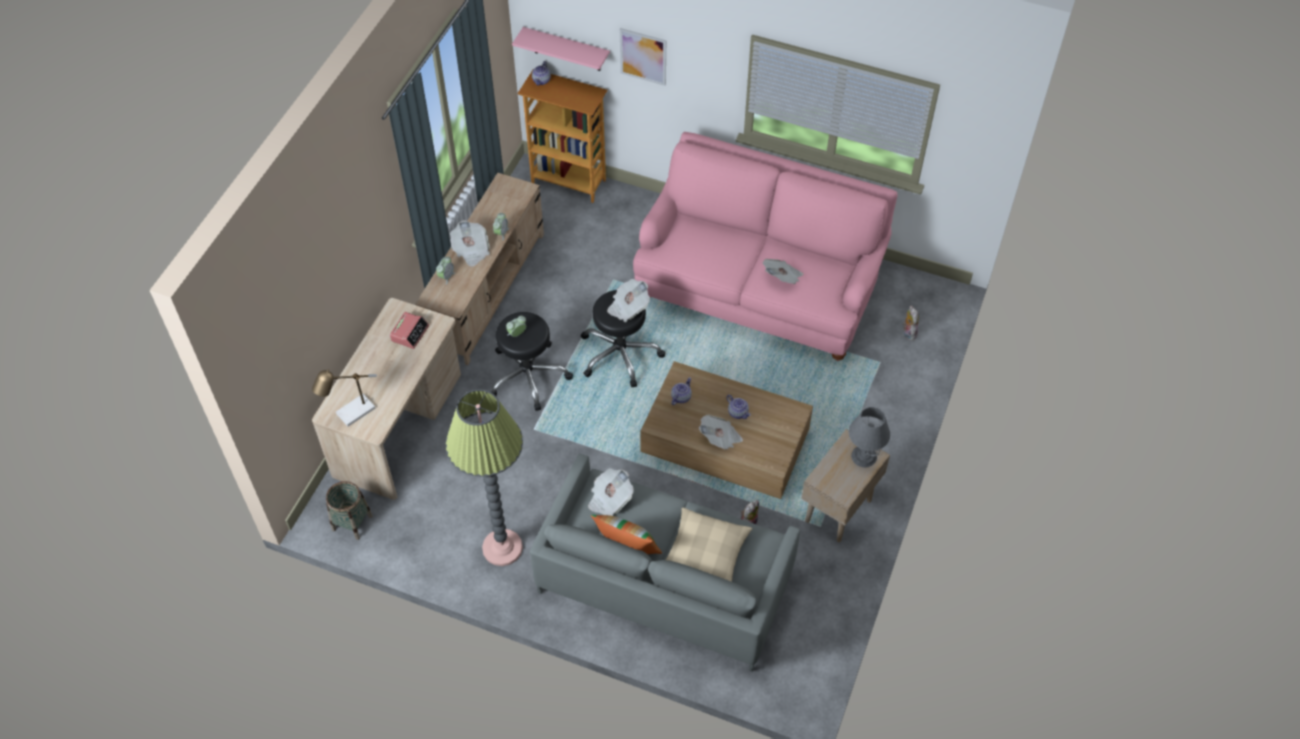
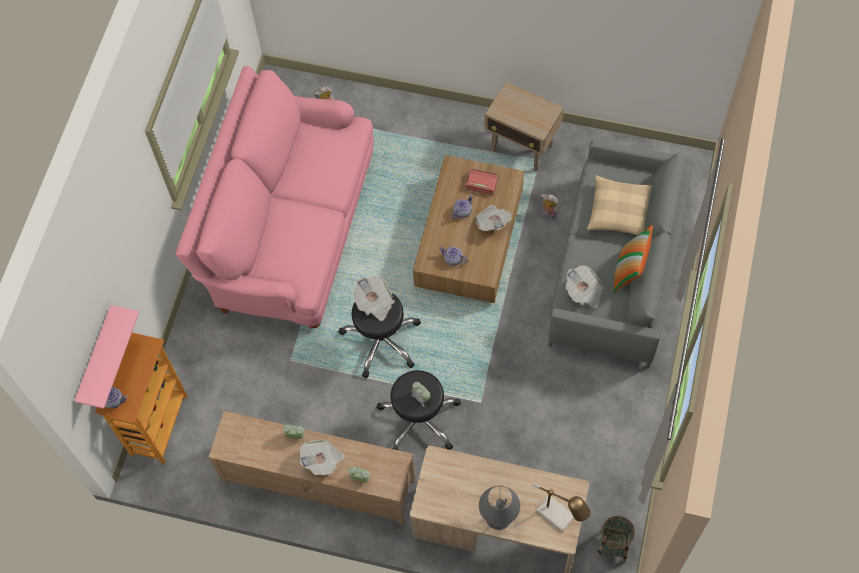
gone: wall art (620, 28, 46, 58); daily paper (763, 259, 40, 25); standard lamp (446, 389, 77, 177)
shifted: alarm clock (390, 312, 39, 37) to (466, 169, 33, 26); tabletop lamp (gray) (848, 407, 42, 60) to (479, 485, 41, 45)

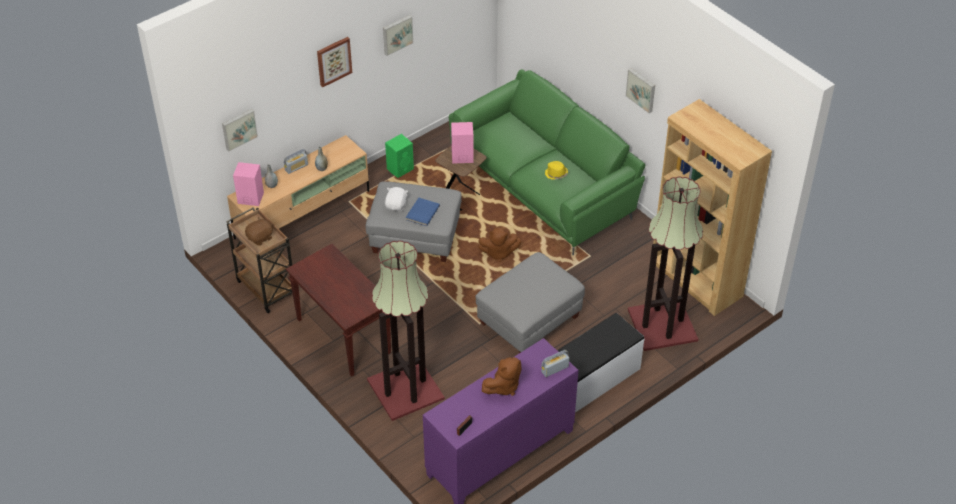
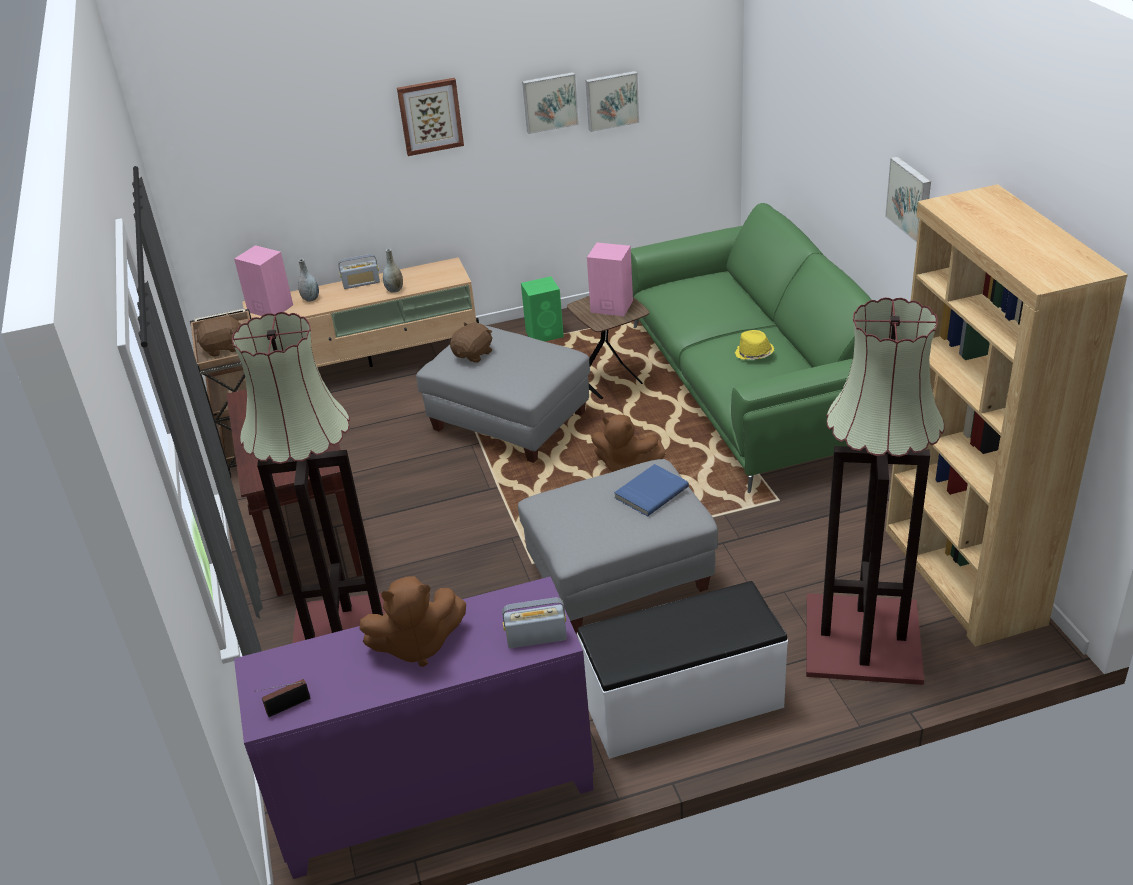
shifted: wall art (222, 109, 36, 43) to (586, 71, 53, 61); bound book (blue) (406, 198, 34, 28) to (614, 464, 75, 53)
repainted: plush toy (white-coloured) (385, 187, 23, 24) to plush toy (brownish) (450, 322, 42, 41)

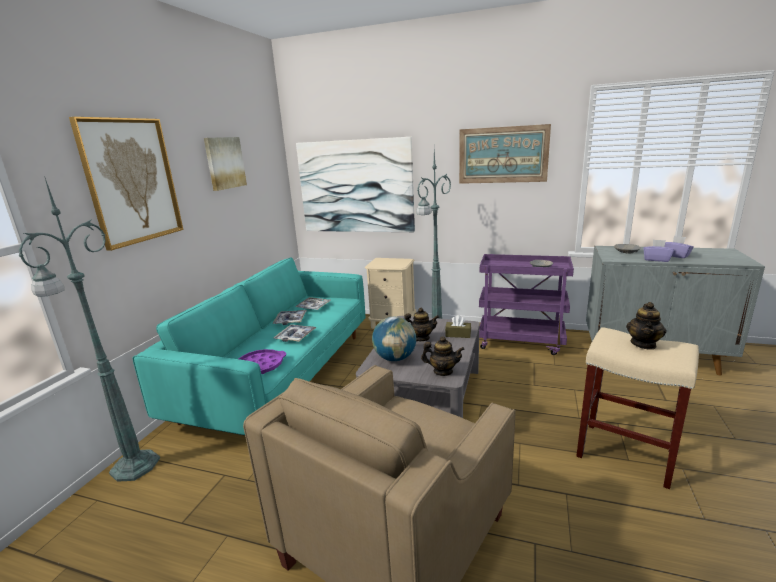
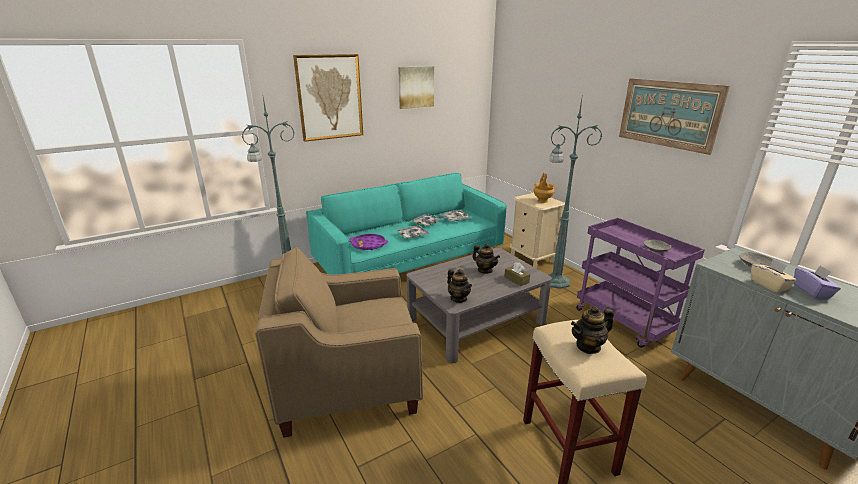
gone: wall art (296, 137, 119, 95); world globe (372, 317, 44, 44)
new: vase (brownish) (533, 173, 22, 30)
repainted: tissue holder (purplish) (643, 240, 31, 22) to tissue holder (beige) (751, 259, 46, 34)

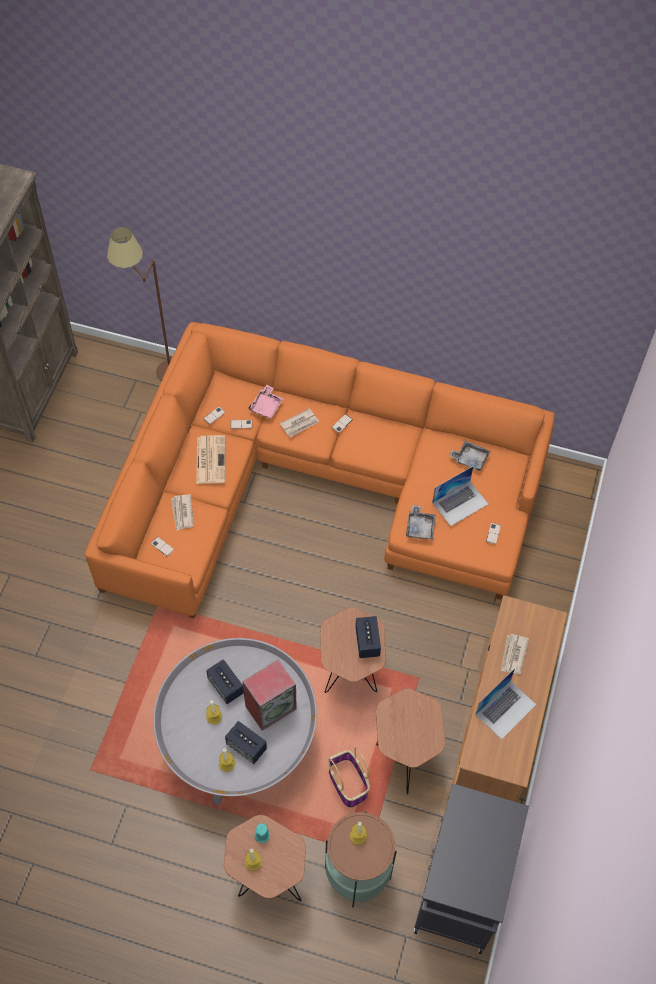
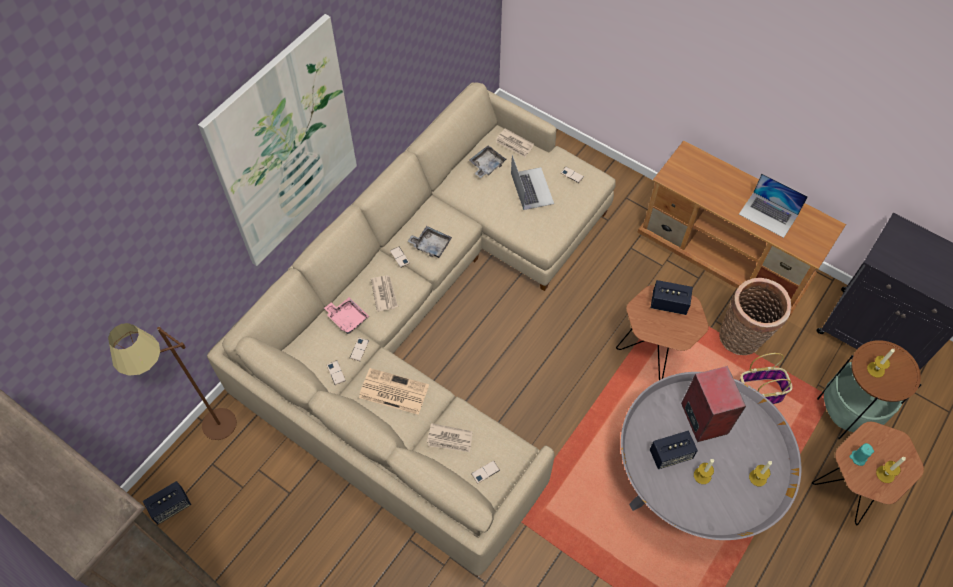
new: wall art (198, 14, 159, 252)
shifted: tray (gray) (406, 505, 30, 35) to (407, 226, 45, 32); daily paper (501, 634, 28, 40) to (496, 128, 38, 29); audio speaker (225, 721, 42, 43) to (143, 481, 48, 44)
swapped: side table (brownish) (376, 688, 69, 107) to household basket (719, 278, 72, 77)
repainted: couch (orangey) (85, 322, 469, 296) to couch (beige) (207, 82, 409, 495)
rotated: notebook computer (475, 668, 62, 71) = (739, 174, 69, 64) 150 degrees clockwise

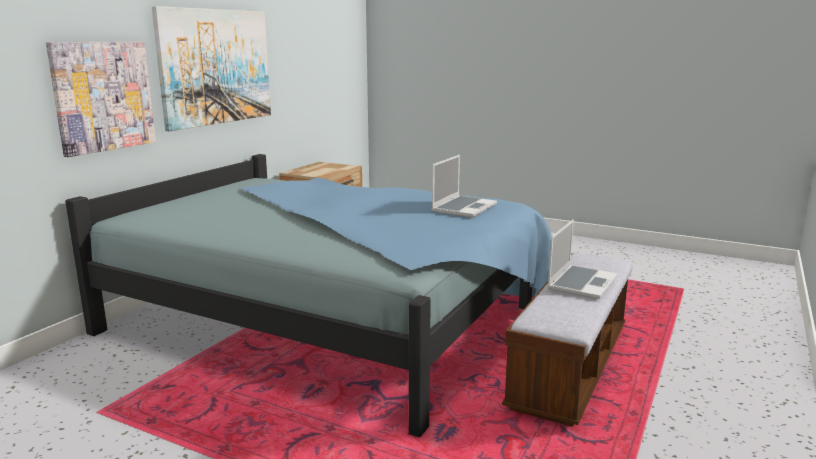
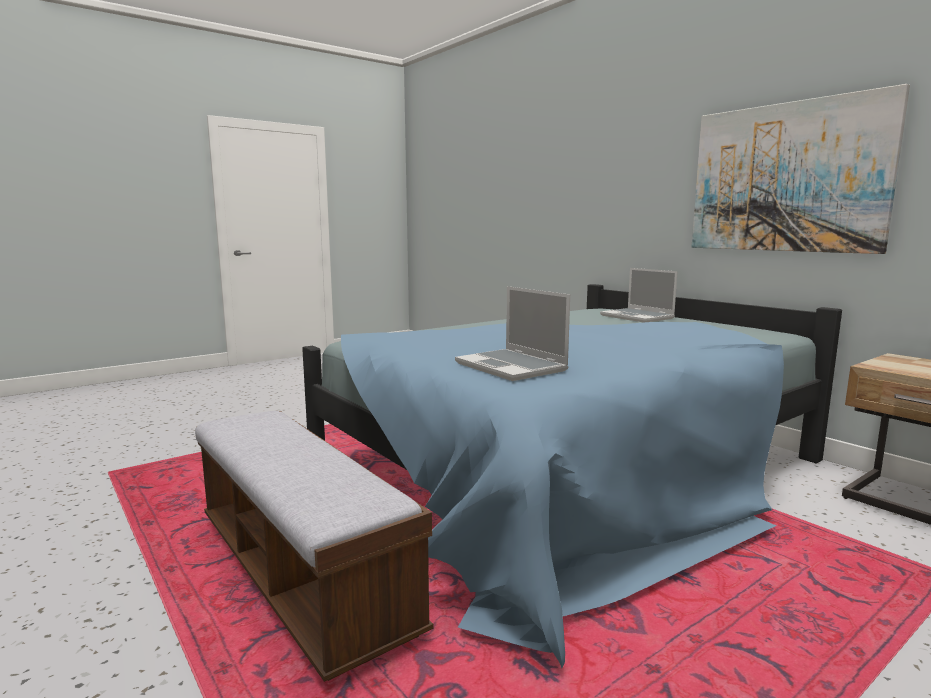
gone: wall art (46, 41, 110, 116)
shifted: notebook computer (547, 220, 71, 79) to (600, 268, 78, 54)

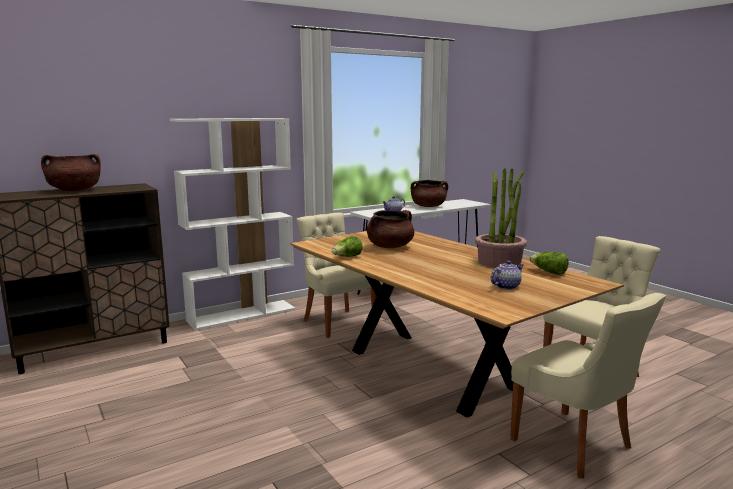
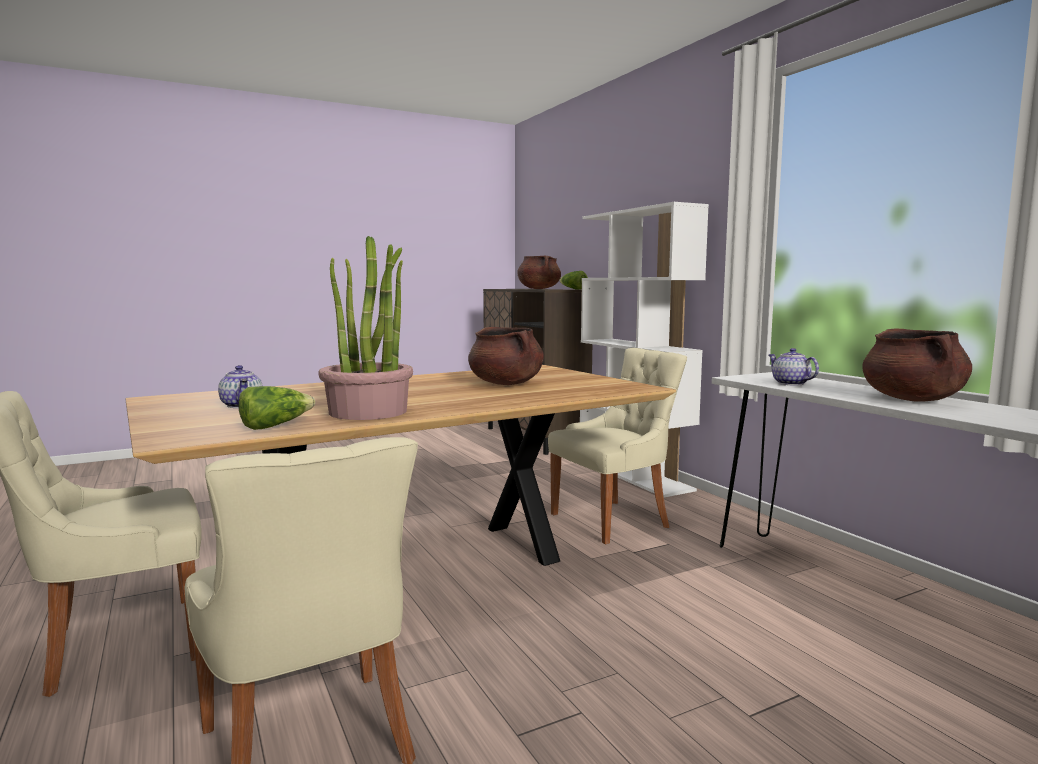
shifted: lettuce (332, 236, 31, 21) to (559, 271, 29, 19)

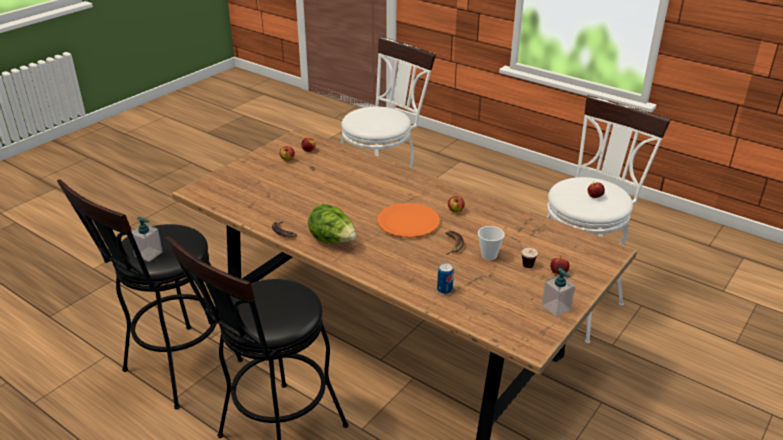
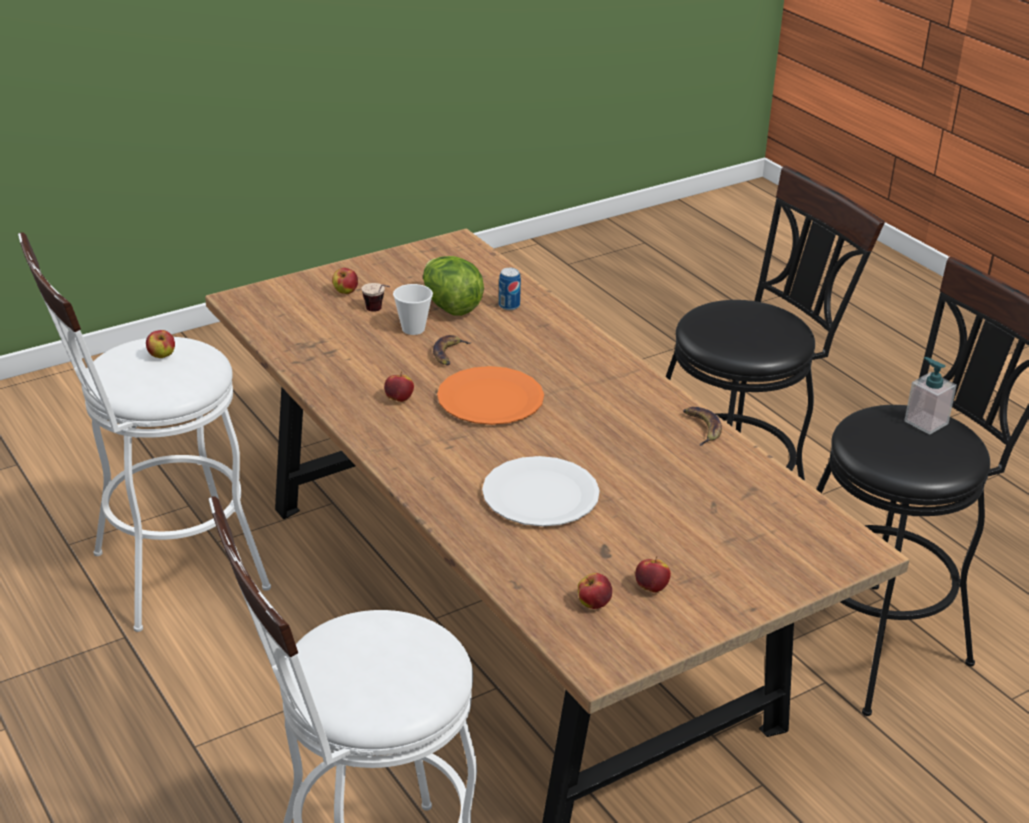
gone: liquid soap bottle (542, 268, 33, 49)
new: dinner plate (white-coloured) (482, 456, 118, 71)
shifted: lettuce (308, 204, 49, 40) to (423, 256, 61, 60)

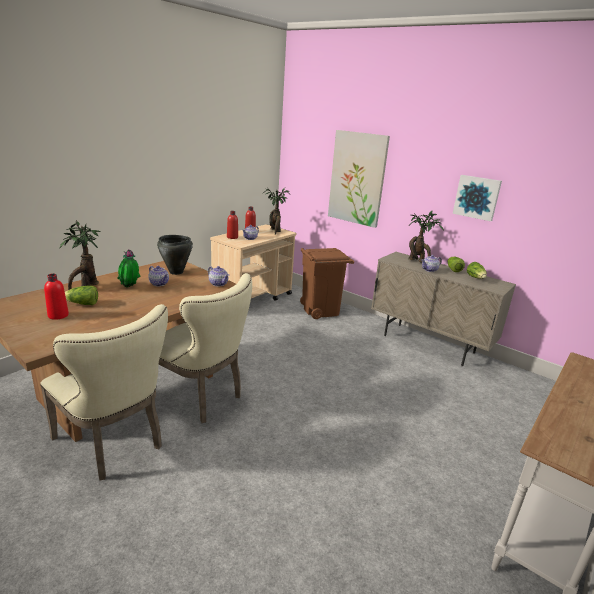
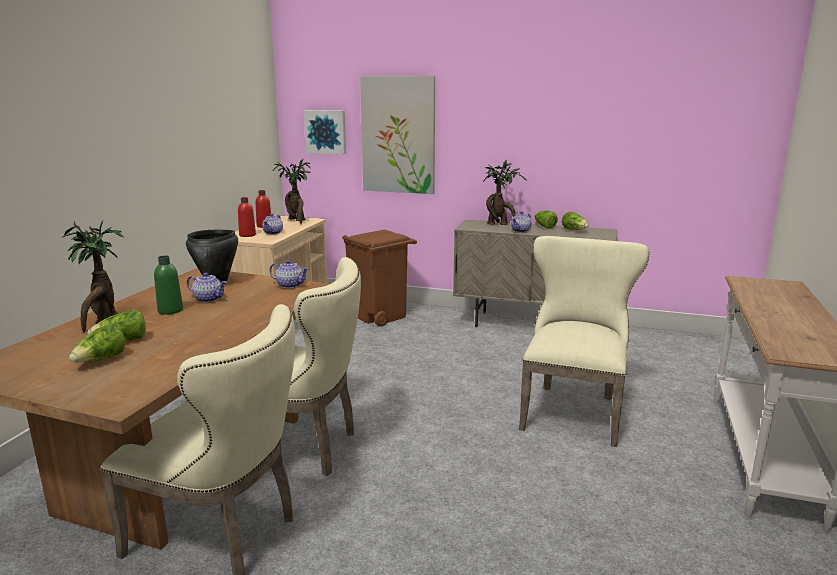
new: chair (beige) (519, 236, 130, 211)
shifted: wall art (453, 175, 49, 46) to (304, 110, 42, 44)
swapped: plant in a pot (118, 249, 22, 39) to beverage bottle (greenish) (154, 256, 29, 59); beverage bottle (reddish) (44, 274, 25, 46) to lettuce (69, 325, 57, 37)

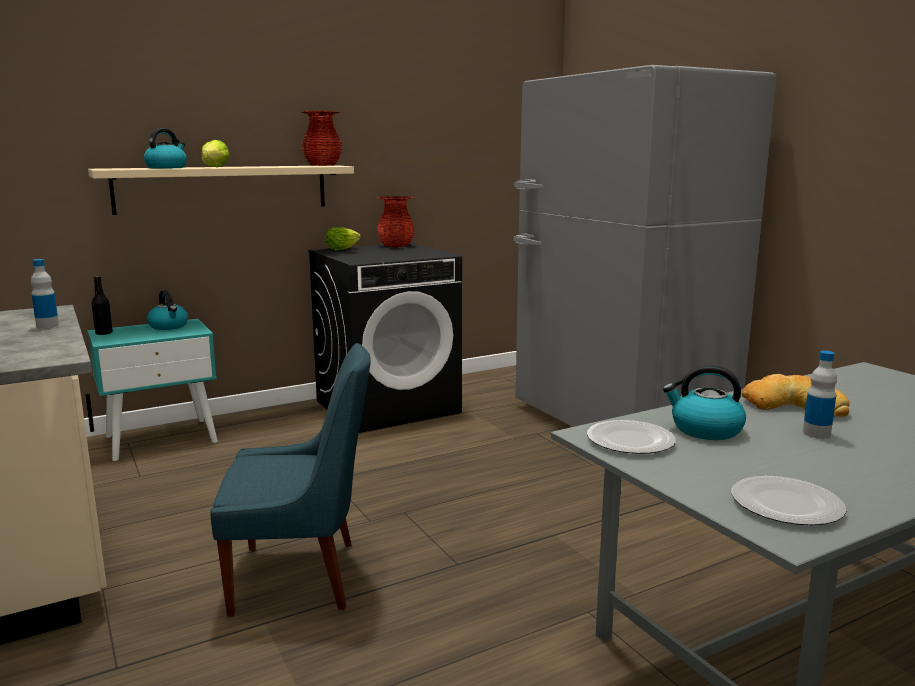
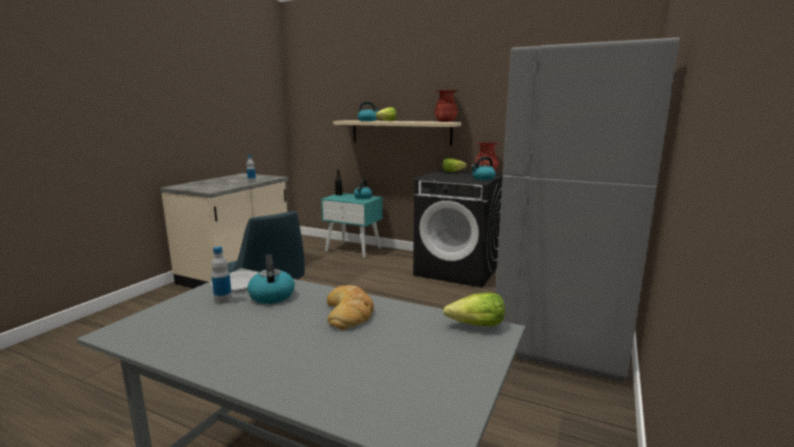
gone: dinner plate (732, 476, 114, 49)
new: kettle (471, 157, 25, 23); lettuce (443, 292, 62, 34)
shifted: beverage bottle (803, 351, 34, 88) to (211, 247, 21, 57)

